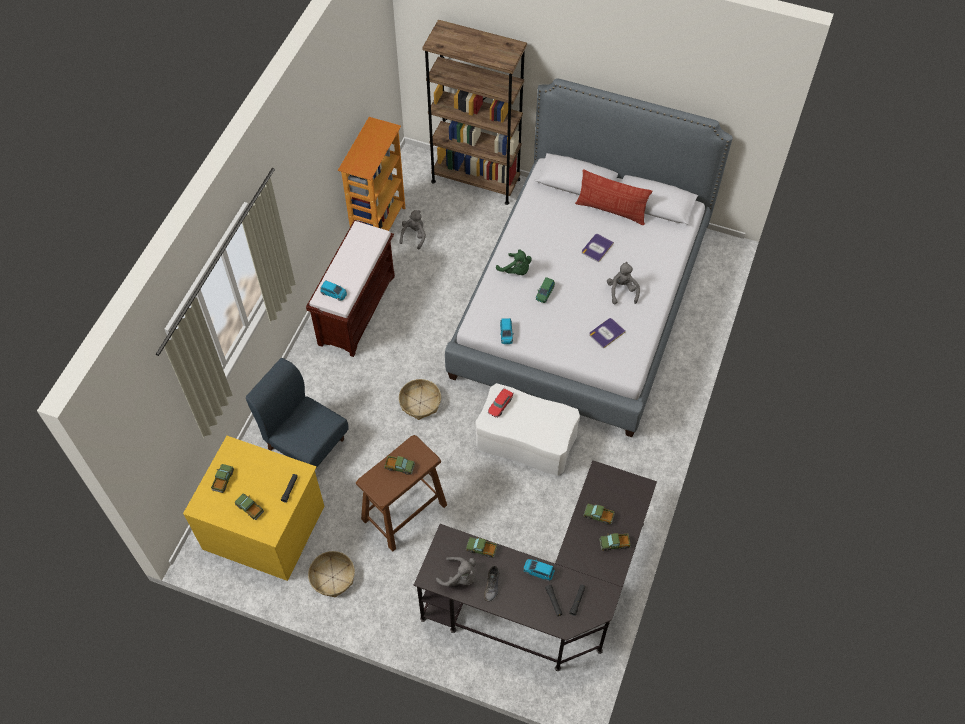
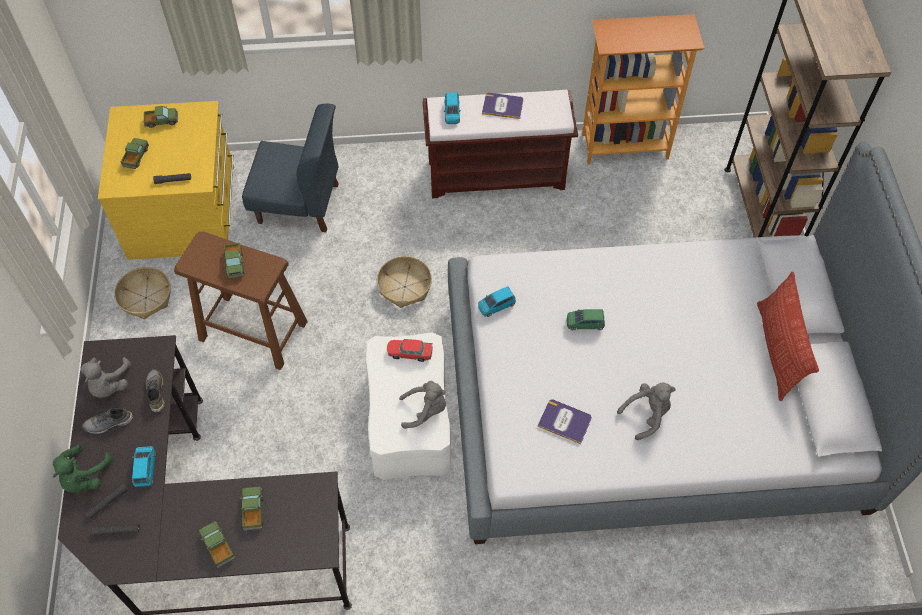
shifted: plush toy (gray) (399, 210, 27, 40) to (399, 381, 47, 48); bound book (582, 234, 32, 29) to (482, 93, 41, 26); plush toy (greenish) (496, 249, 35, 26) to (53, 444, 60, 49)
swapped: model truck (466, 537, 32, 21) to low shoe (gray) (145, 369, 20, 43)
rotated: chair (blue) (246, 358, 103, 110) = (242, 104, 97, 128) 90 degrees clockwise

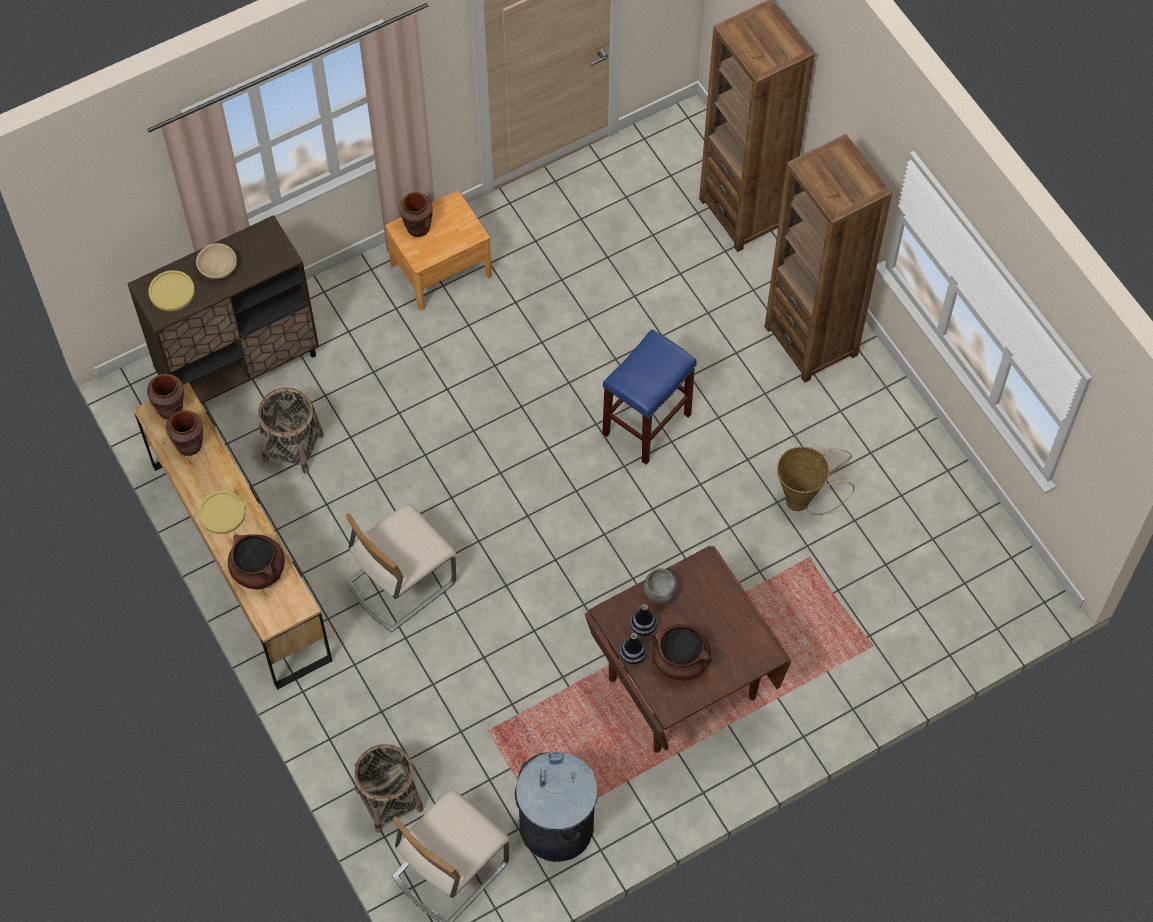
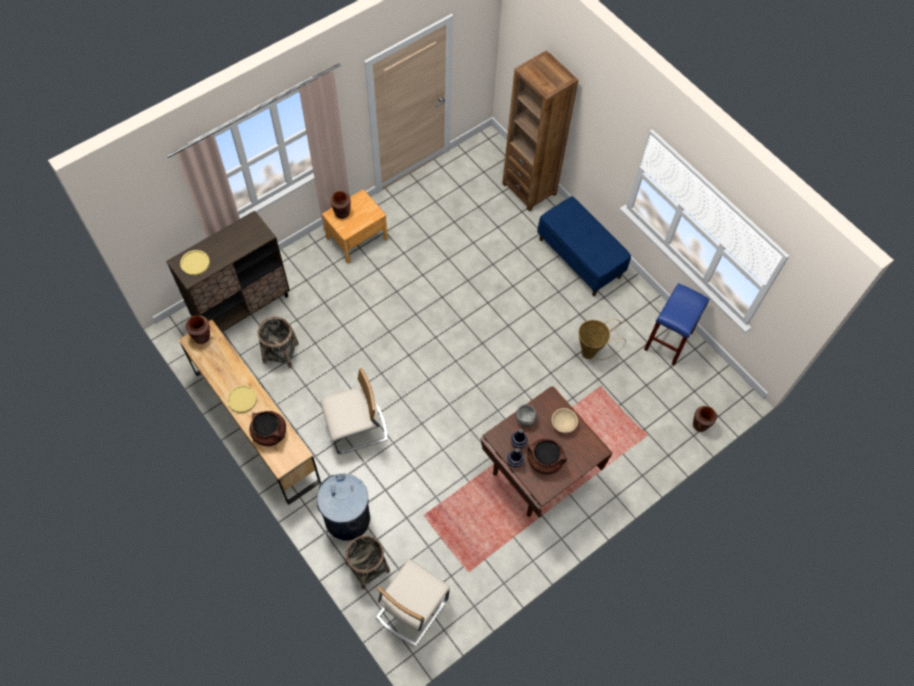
shifted: deep dish (beige) (196, 243, 41, 36) to (552, 408, 26, 25); stool seat (blue) (602, 329, 95, 136) to (644, 283, 65, 82); vase (brownish) (166, 410, 37, 46) to (693, 406, 24, 26); waste bin (gray) (515, 752, 83, 110) to (317, 473, 53, 68)
swapped: bookcase (brownish) (765, 134, 127, 249) to bench (blue) (537, 196, 94, 100)
rotated: chair (beige) (345, 504, 111, 128) = (320, 368, 68, 86) 150 degrees counterclockwise

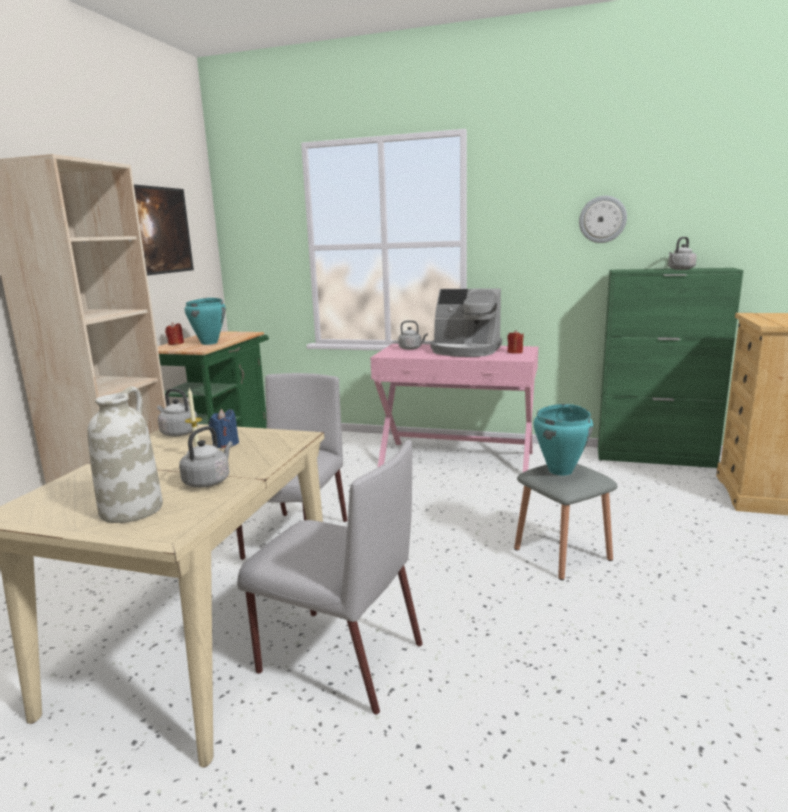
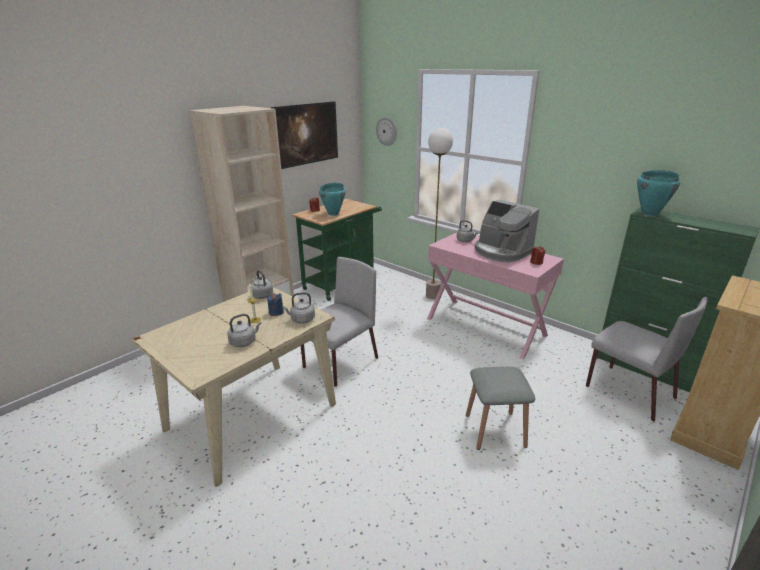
gone: vase (white-coloured) (87, 386, 76, 137)
new: standard lamp (426, 128, 27, 171)
shifted: wall clock (579, 196, 48, 47) to (376, 117, 21, 29); kettle (gray) (668, 237, 29, 33) to (283, 292, 32, 32); cooking pot (blue-green) (533, 404, 60, 71) to (637, 170, 43, 46); chair (gray) (237, 440, 186, 275) to (586, 297, 122, 124)

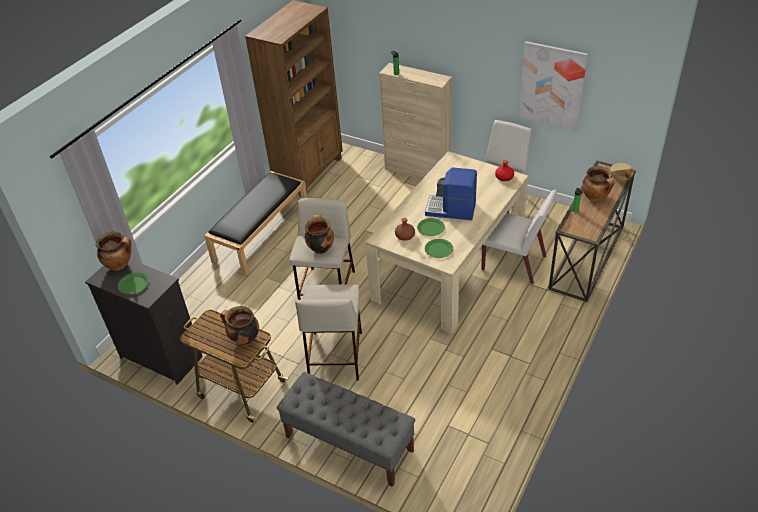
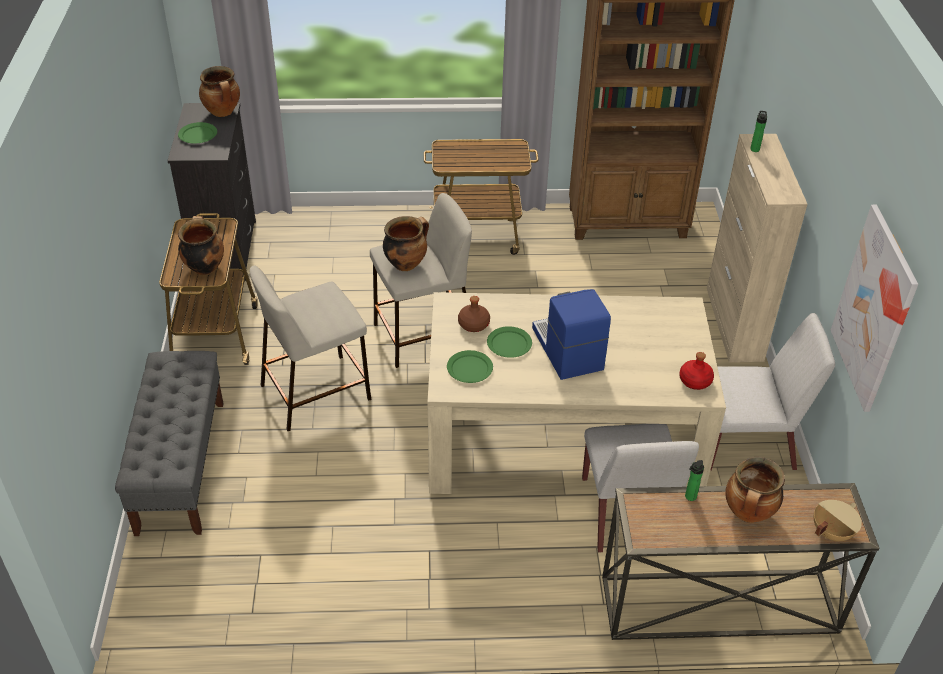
swapped: bench (black) (204, 171, 103, 104) to wheeled cart (424, 139, 115, 116)

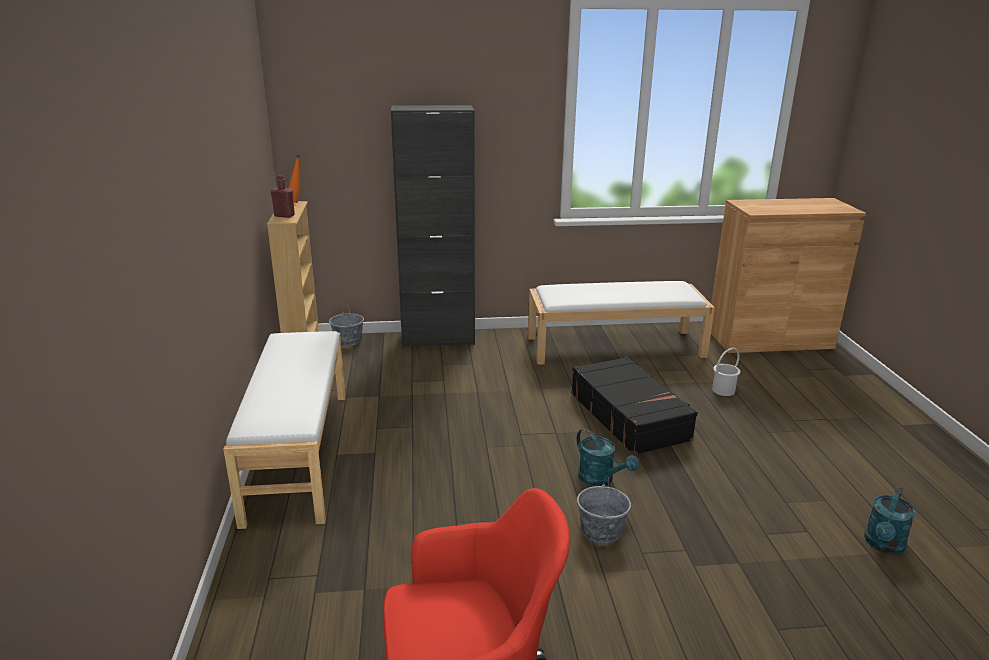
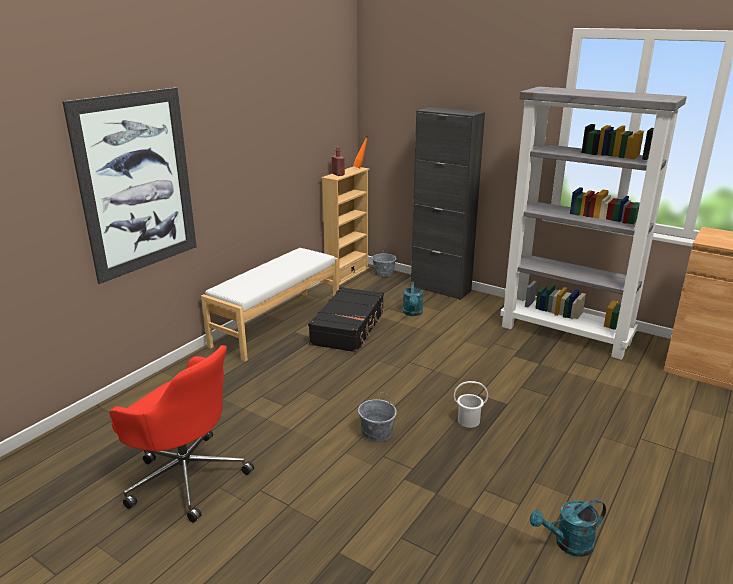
new: wall art (62, 88, 135, 196)
shifted: bucket (white-coloured) (712, 348, 28, 48) to (454, 381, 34, 47); piece of luggage (black) (571, 357, 127, 98) to (308, 287, 77, 65); watering pot (blue-green) (577, 428, 62, 58) to (403, 282, 20, 34)
swapped: bench (white-coloured) (528, 281, 187, 84) to bookcase (gray) (500, 87, 187, 273)

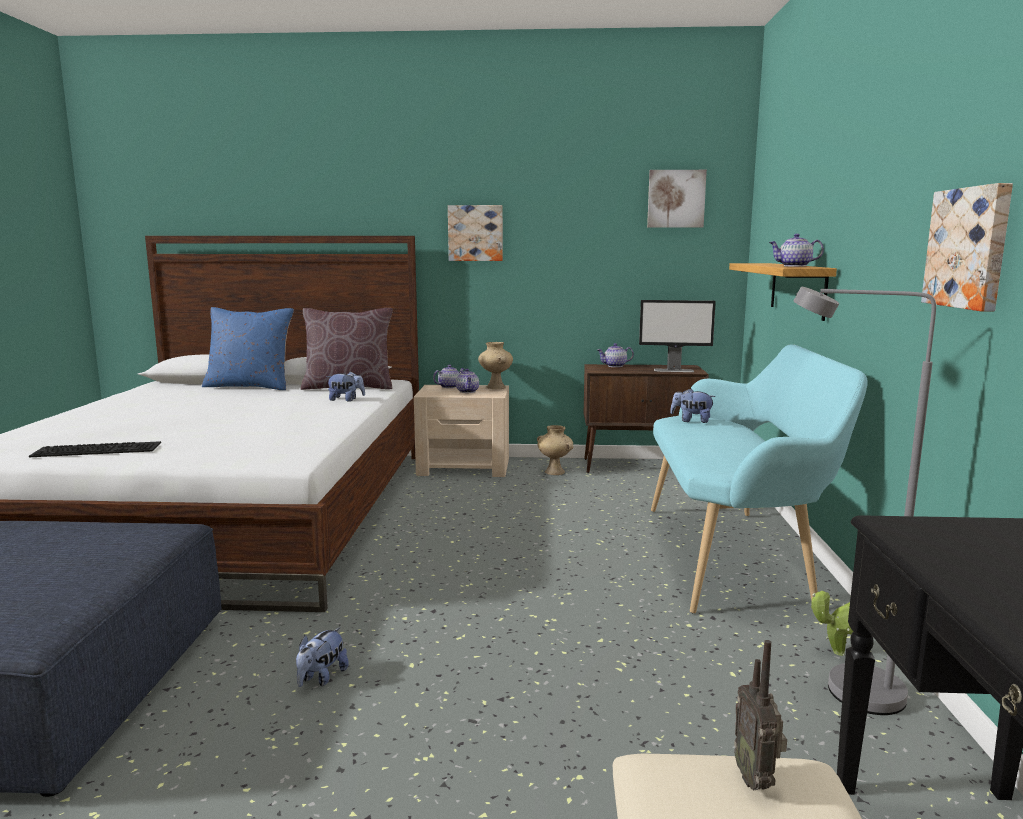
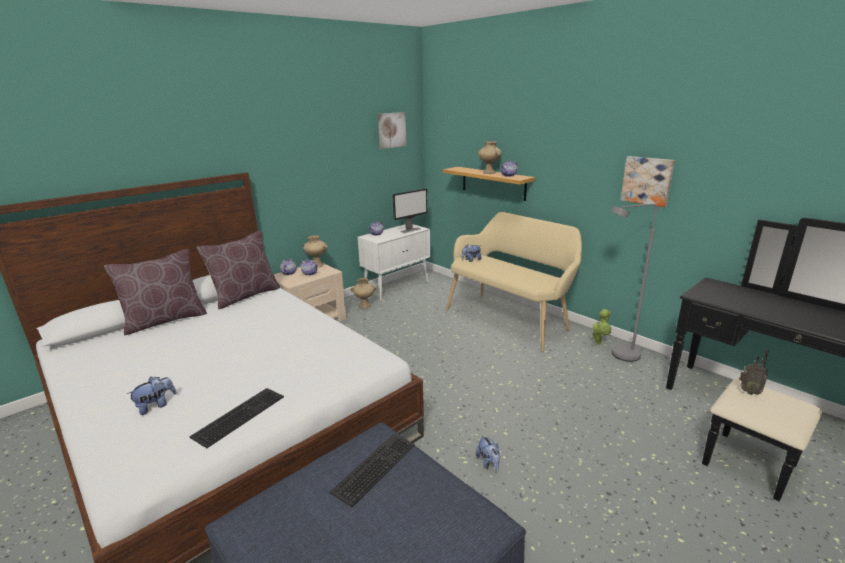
gone: wall art (448, 205, 55, 56)
new: vase (beige) (478, 141, 24, 33); keyboard (329, 434, 86, 73)
shifted: plush toy (326, 371, 39, 31) to (127, 377, 49, 38)
repainted: throw pillow (blue) (202, 307, 92, 83) to throw pillow (brownish) (104, 249, 103, 87); bench (blue-green) (651, 344, 216, 270) to bench (beige) (446, 212, 136, 140); storage cabinet (brownish) (584, 364, 125, 109) to storage cabinet (white-coloured) (358, 224, 72, 76)

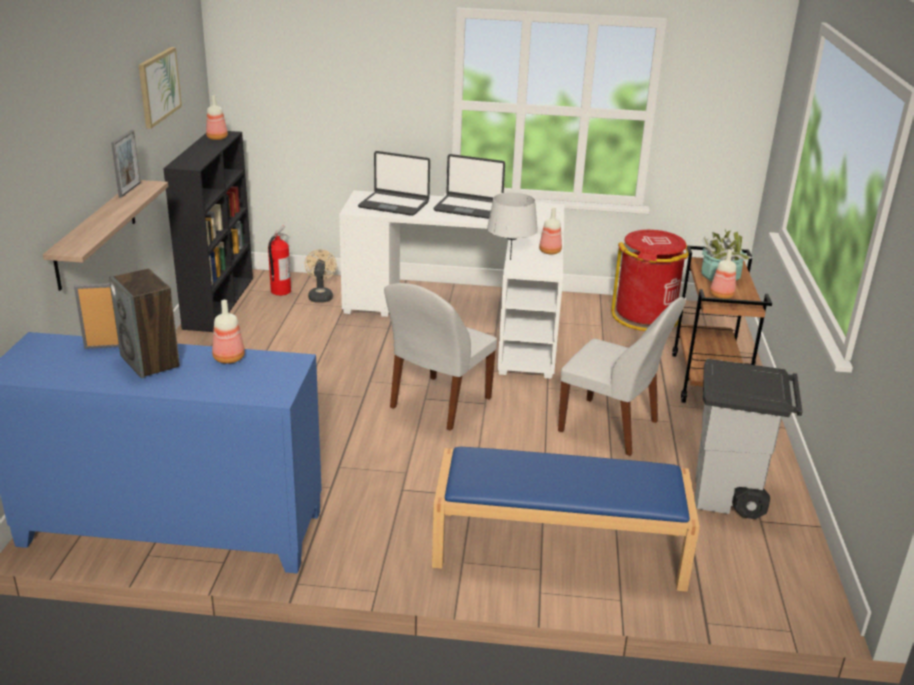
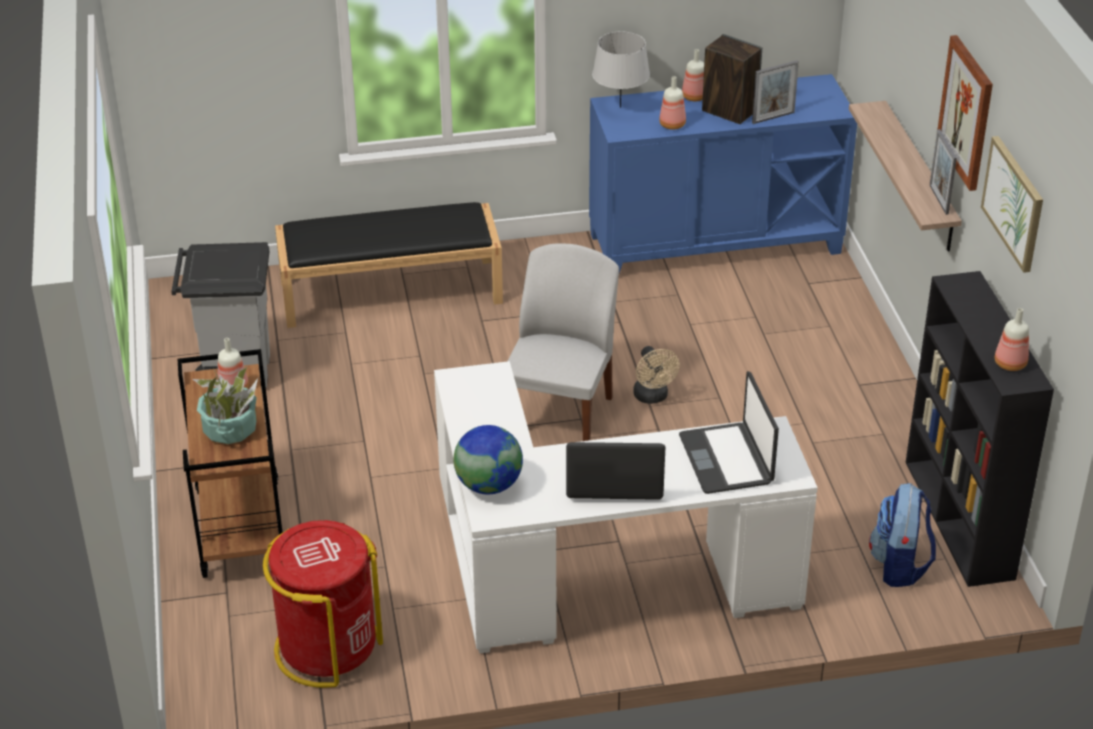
gone: chair (white-coloured) (558, 297, 127, 159)
new: wall art (937, 35, 56, 156); world globe (454, 425, 69, 69)
shifted: tabletop lamp (gray) (487, 192, 51, 68) to (592, 31, 58, 77); beverage bottle (539, 208, 23, 47) to (682, 49, 22, 52); electric fan (beige) (304, 249, 33, 54) to (633, 346, 47, 58)
swapped: extinguisher (268, 226, 23, 70) to knapsack (869, 483, 67, 104)
repainted: bench (blue) (432, 447, 268, 145) to bench (black) (275, 202, 228, 126)
rotated: notebook computer (358, 151, 72, 65) = (679, 371, 100, 123) 105 degrees counterclockwise

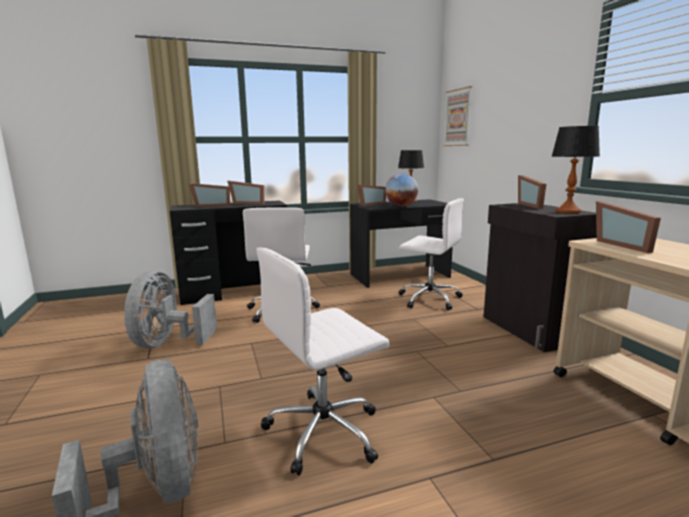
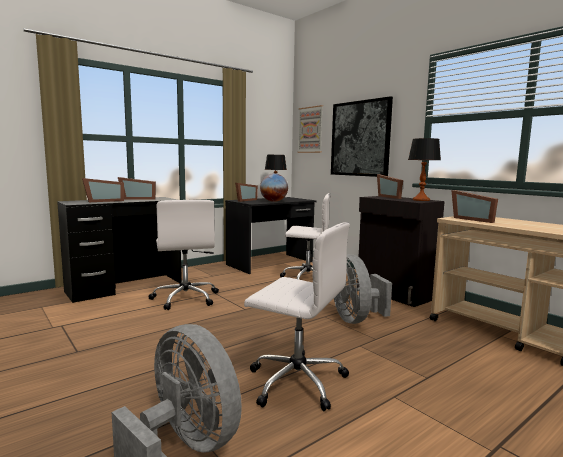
new: wall art (331, 96, 62, 81)
shifted: electric fan (gray) (124, 271, 93, 77) to (334, 254, 58, 70)
rotated: office chair (white-coloured) (256, 247, 133, 229) = (244, 222, 106, 189) 105 degrees counterclockwise

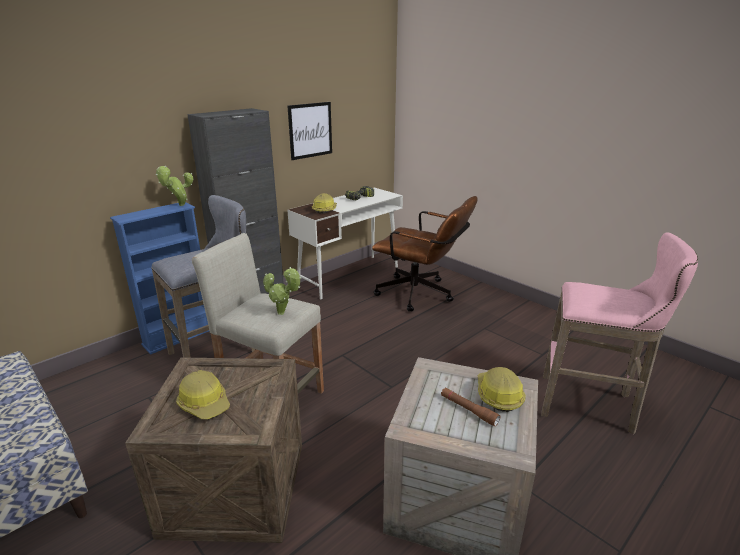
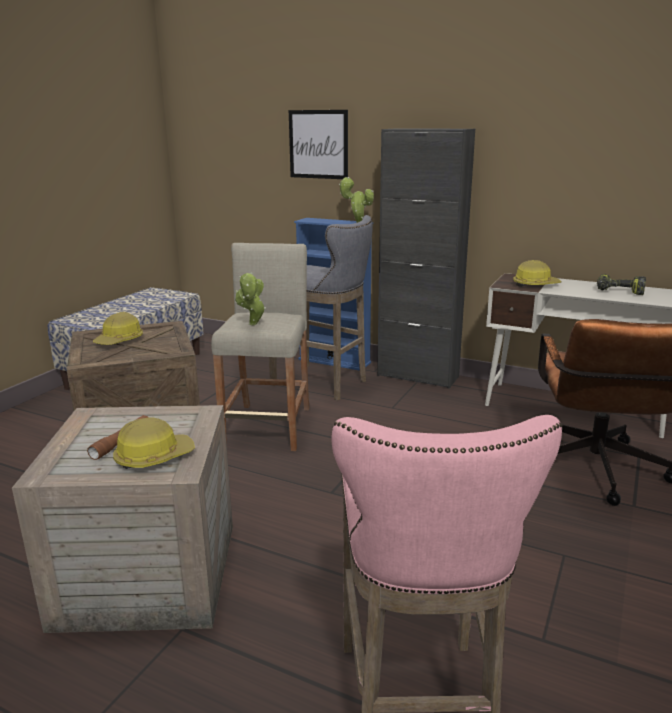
shifted: wall art (288, 102, 44, 58) to (289, 110, 59, 69)

